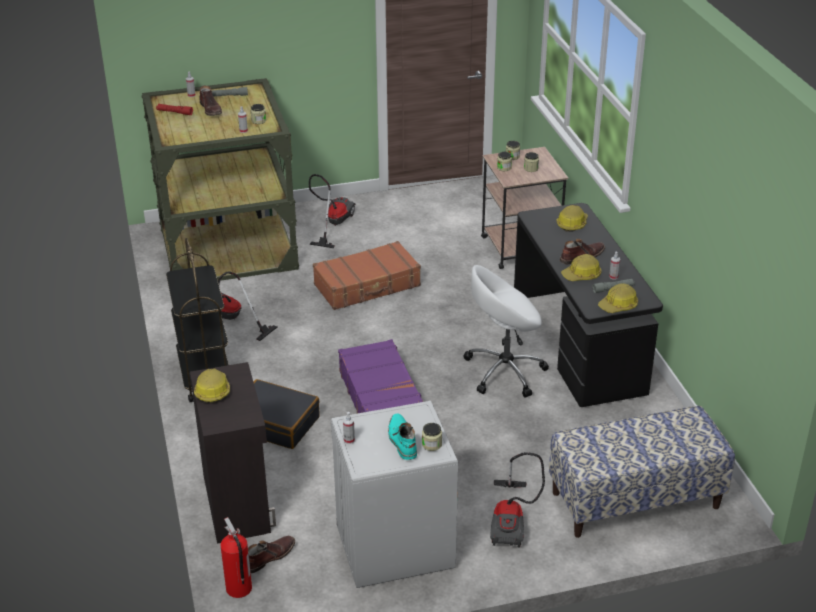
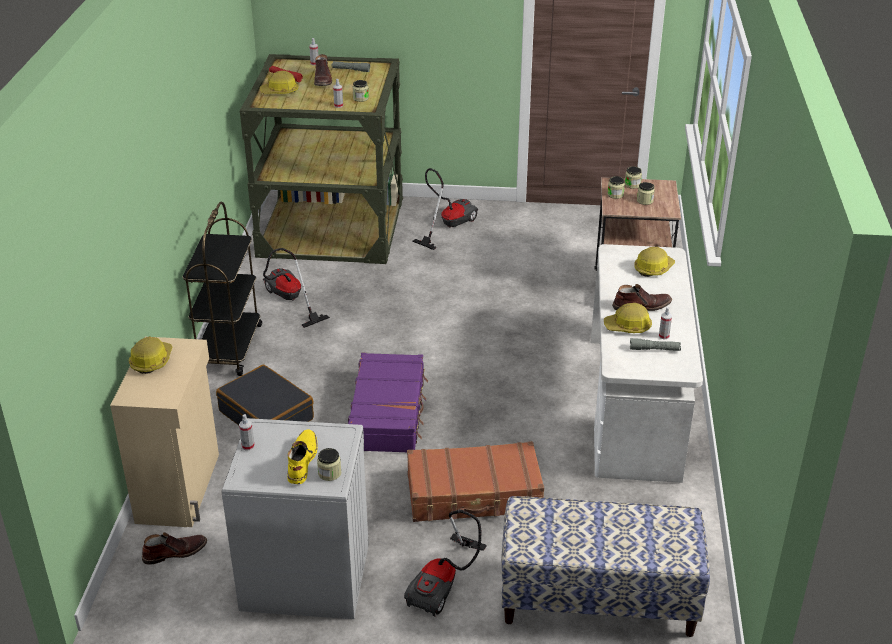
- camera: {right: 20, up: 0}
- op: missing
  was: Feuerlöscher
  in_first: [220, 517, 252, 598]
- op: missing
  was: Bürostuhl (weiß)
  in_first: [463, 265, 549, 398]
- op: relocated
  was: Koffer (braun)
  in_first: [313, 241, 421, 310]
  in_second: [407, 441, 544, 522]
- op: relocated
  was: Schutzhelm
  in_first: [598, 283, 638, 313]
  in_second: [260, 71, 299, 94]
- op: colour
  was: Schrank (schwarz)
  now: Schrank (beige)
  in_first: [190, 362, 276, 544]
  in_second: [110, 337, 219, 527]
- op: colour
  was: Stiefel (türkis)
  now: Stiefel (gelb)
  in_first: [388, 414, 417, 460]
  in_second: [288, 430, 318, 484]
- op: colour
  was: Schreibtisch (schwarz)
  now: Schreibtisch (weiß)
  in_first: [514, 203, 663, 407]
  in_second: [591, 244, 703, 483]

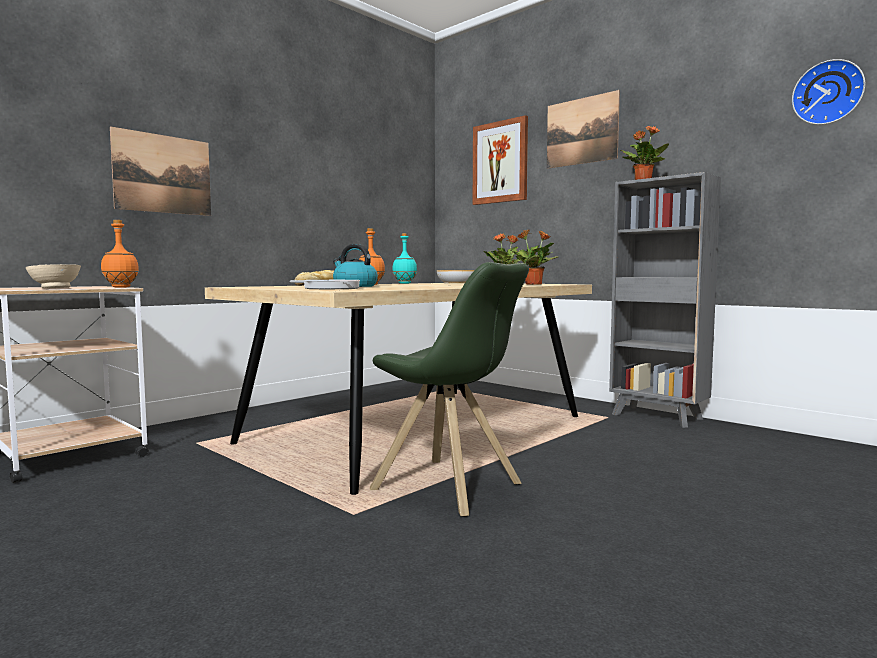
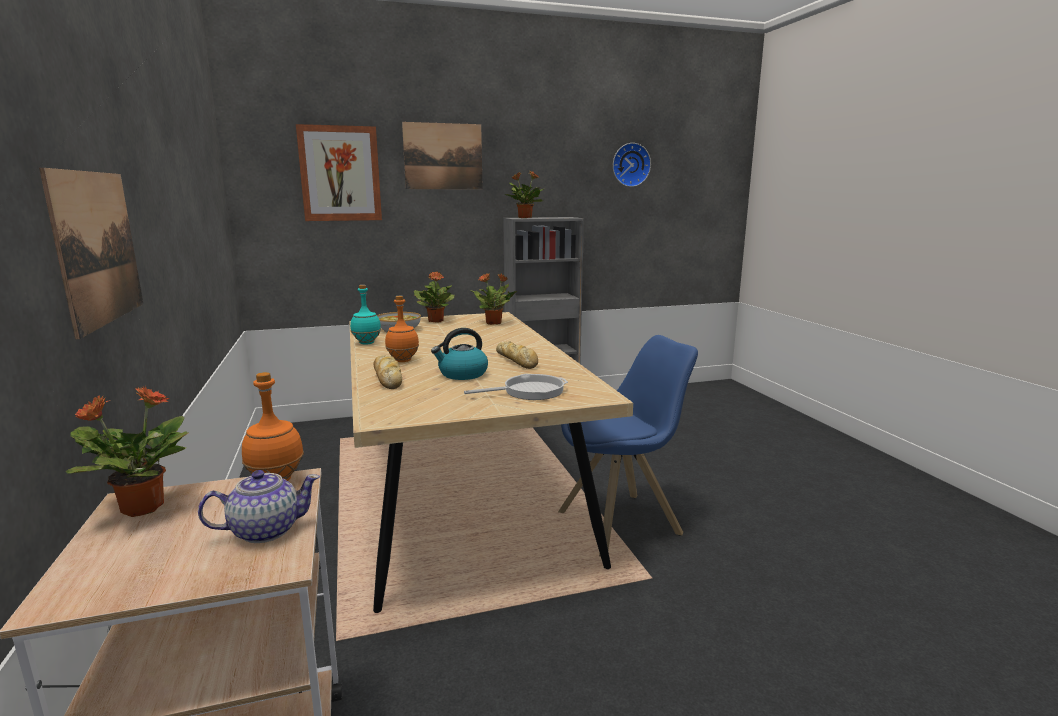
- camera: {right: -60, up: 10}
- op: appeared
  now: Topfpflanze
  in_second: [65, 386, 188, 517]
- op: appeared
  now: Brot
  in_second: [496, 341, 538, 369]
- op: exchanged
  was: Schüssel (beige)
  now: Teekanne
  in_first: [26, 264, 81, 288]
  in_second: [198, 470, 320, 543]
- op: colour
  was: Stuhl (grün)
  now: Stuhl (blau)
  in_first: [370, 262, 529, 517]
  in_second: [558, 335, 698, 557]

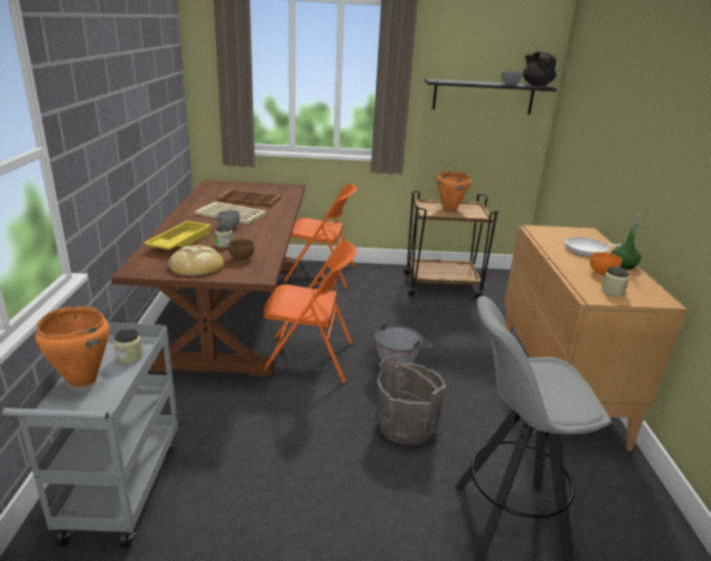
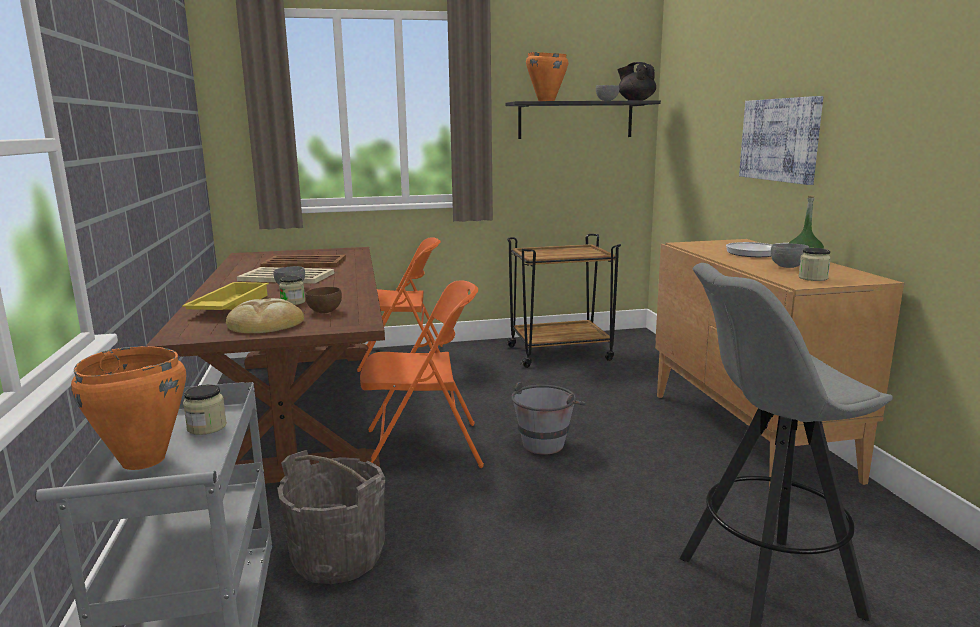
- camera: {right: -10, up: -10}
- op: appeared
  now: Bild
  in_second: [739, 96, 823, 185]
- op: relocated
  was: Eimer (grau)
  in_first: [377, 356, 446, 445]
  in_second: [277, 450, 385, 584]
- op: relocated
  was: Kochtopf (orange)
  in_first: [436, 172, 471, 211]
  in_second: [526, 52, 568, 101]
- op: colour
  was: Schüssel (orange)
  now: Schüssel (grau)
  in_first: [590, 252, 622, 275]
  in_second: [771, 243, 809, 268]

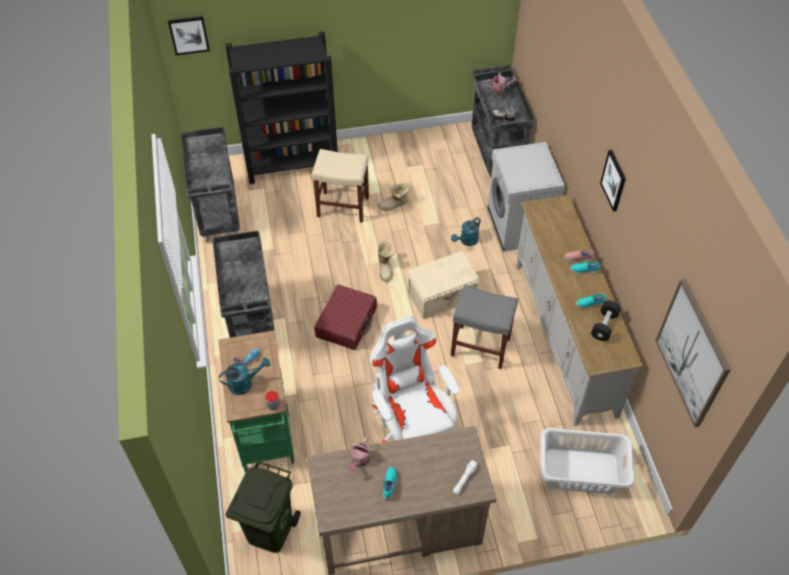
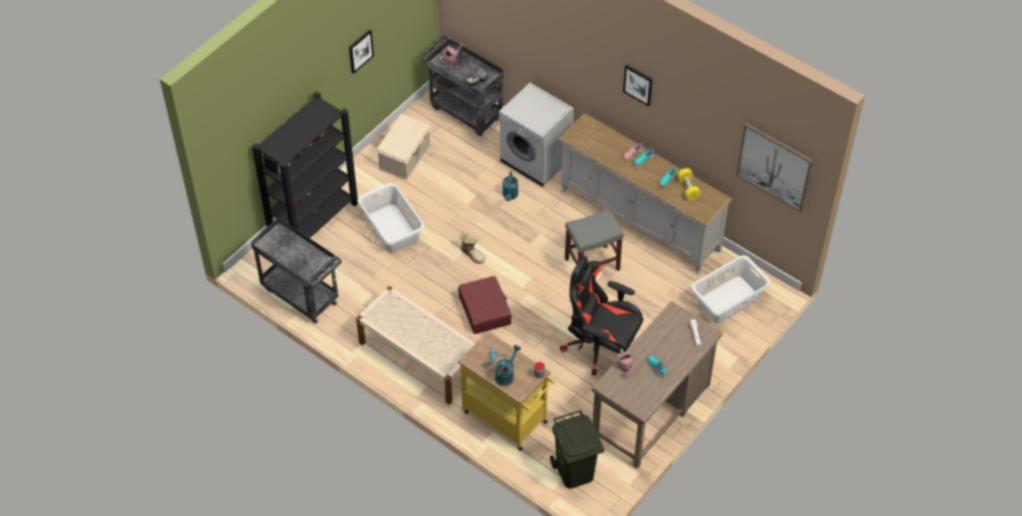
- camera: {right: -40, up: 0}
- op: missing
  was: Stiefel
  in_first: [378, 183, 410, 211]
- op: relocated
  was: Bild
  in_first: [168, 16, 210, 55]
  in_second: [349, 30, 374, 74]
- op: relocated
  was: Aufbewahrungsbox (beige)
  in_first: [407, 251, 481, 319]
  in_second: [376, 114, 432, 180]
- op: exchanged
  was: Rollwagen (schwarz)
  now: Bank (beige)
  in_first: [213, 231, 276, 338]
  in_second: [356, 286, 475, 405]
- op: exchanged
  was: Hocker (beige)
  now: Wäschekorb (weiß)
  in_first: [312, 149, 369, 223]
  in_second: [357, 183, 425, 253]
- op: colour
  was: Rollwagen (grün)
  now: Rollwagen (gelb)
  in_first: [218, 331, 294, 472]
  in_second: [458, 331, 555, 451]
- op: colour
  was: Bürostuhl (weiß)
  now: Bürostuhl (schwarz)
  in_first: [370, 316, 459, 443]
  in_second: [560, 256, 643, 376]
- op: colour
  was: Hantel (schwarz)
  now: Hantel (gelb)
  in_first: [591, 301, 621, 341]
  in_second: [677, 168, 701, 200]

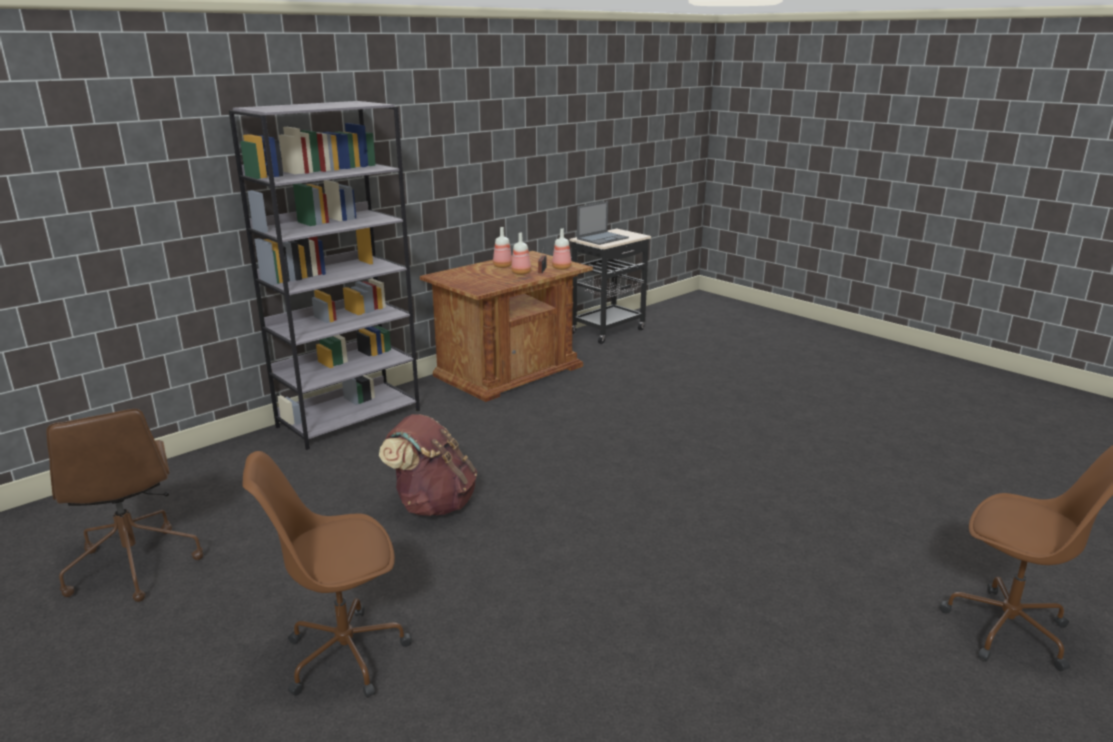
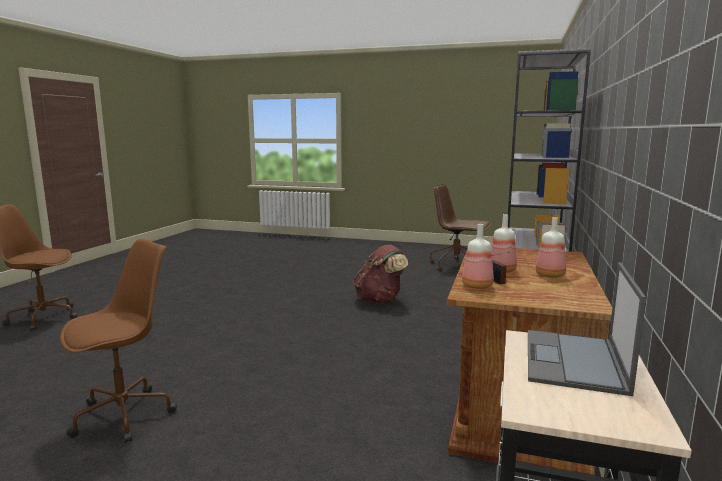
- camera: {right: 150, up: -10}
- op: relocated
  was: Bürostuhl (braun)
  in_first: [242, 451, 412, 698]
  in_second: [60, 239, 177, 443]

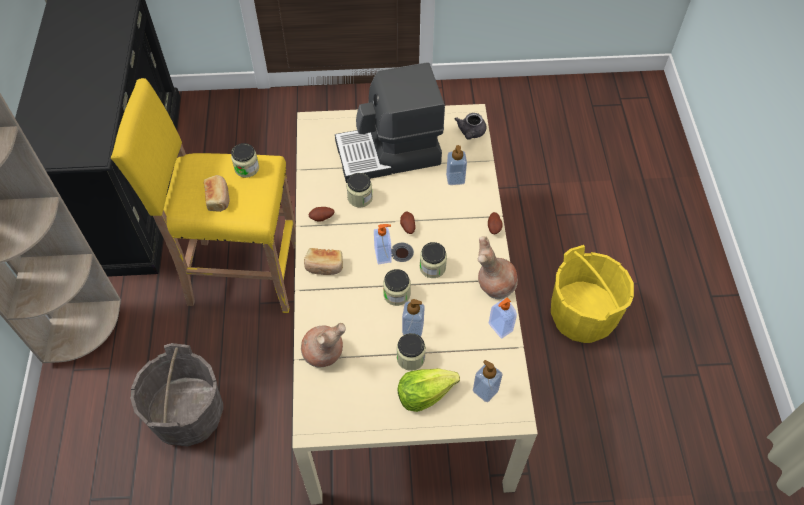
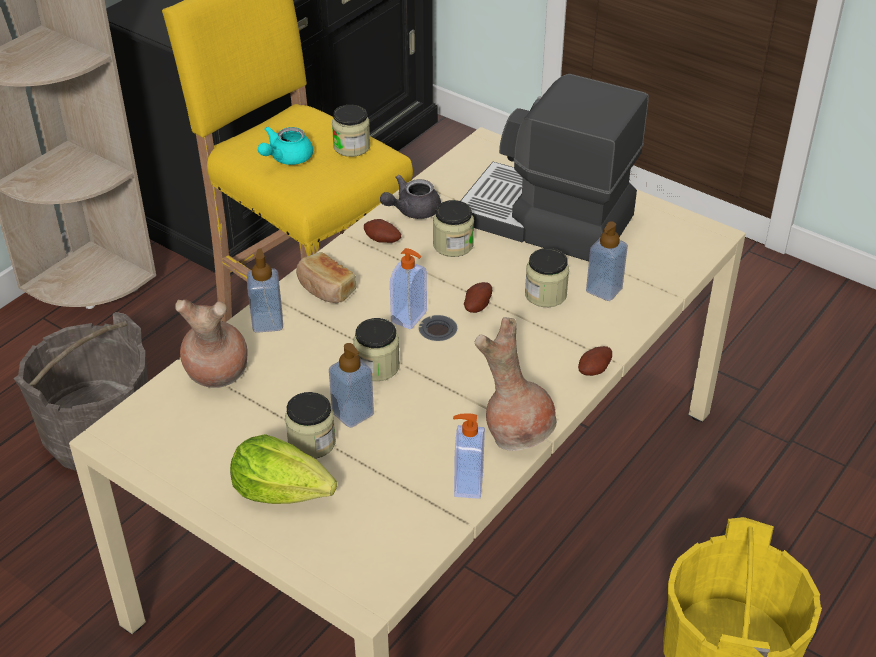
- camera: {right: 40, up: -15}
- op: relocated
  was: Vorratsglas
  in_first: [420, 242, 447, 278]
  in_second: [525, 248, 569, 307]
- op: relocated
  was: Teekanne (grau)
  in_first: [454, 113, 487, 140]
  in_second: [380, 175, 441, 219]
- op: relocated
  was: Seifenspender
  in_first: [473, 360, 503, 402]
  in_second: [247, 248, 283, 333]
- op: exchanged
  was: Brot
  now: Teekanne (türkis)
  in_first: [204, 175, 230, 212]
  in_second: [258, 126, 313, 165]

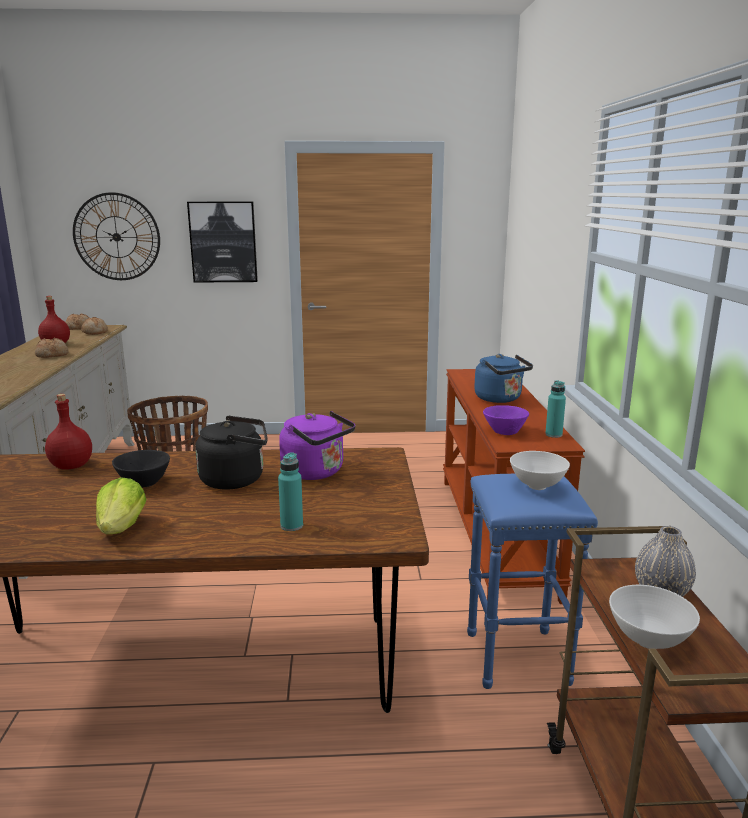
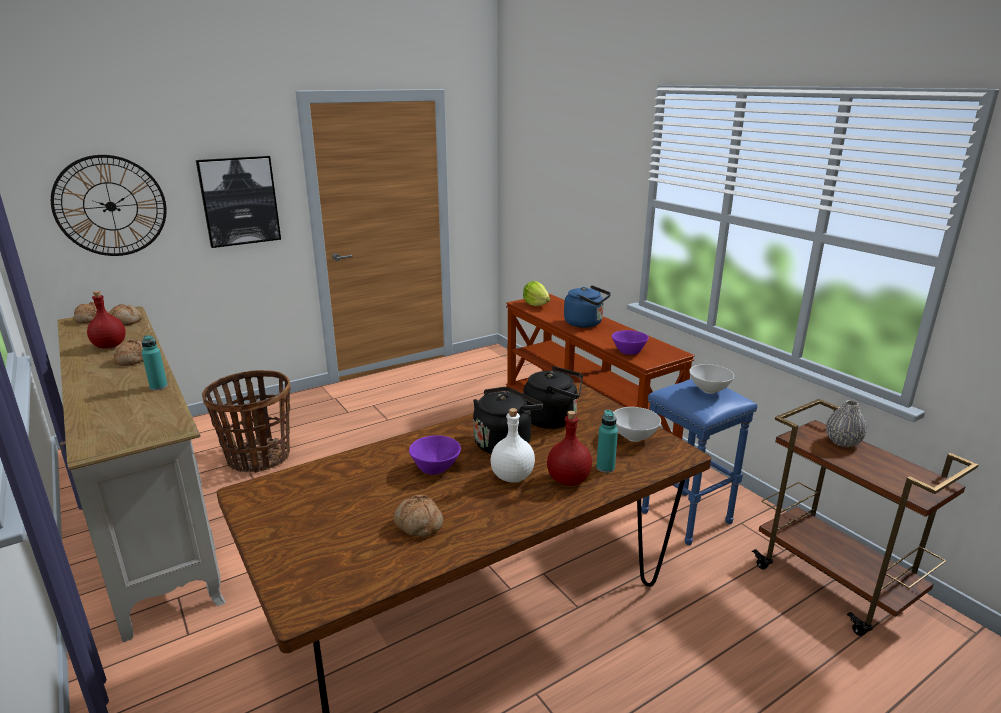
- camera: {right: -30, up: 5}
- op: appeared
  now: Brot
  in_second: [393, 495, 443, 537]
- op: appeared
  now: Flasche (weiß)
  in_second: [491, 408, 535, 483]
- op: relocated
  was: Flasche (rot)
  in_first: [45, 394, 92, 470]
  in_second: [547, 411, 592, 486]
- op: relocated
  was: Salatkopf
  in_first: [96, 477, 146, 534]
  in_second: [523, 281, 550, 306]
- op: relocated
  was: Flasche (türkis)
  in_first: [545, 380, 566, 438]
  in_second: [142, 335, 168, 390]
- op: relocated
  was: Schüssel (weiß)
  in_first: [609, 585, 700, 649]
  in_second: [613, 407, 661, 442]
- op: colour
  was: Schüssel (schwarz)
  now: Schüssel (lila)
  in_first: [112, 450, 170, 488]
  in_second: [409, 435, 461, 475]
- op: colour
  was: Wasserkessel (lila)
  now: Wasserkessel (schwarz)
  in_first: [279, 411, 355, 480]
  in_second: [523, 366, 583, 429]

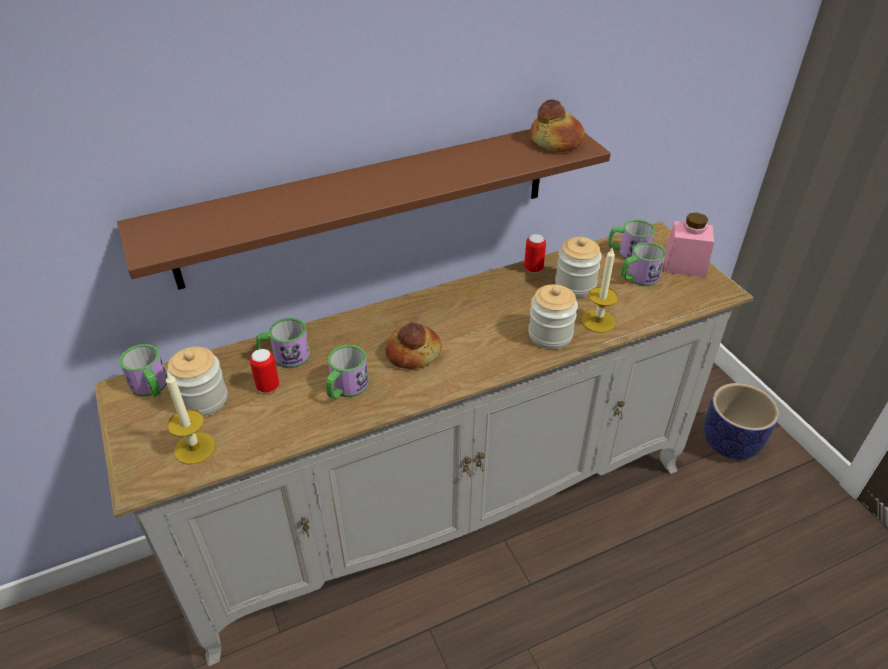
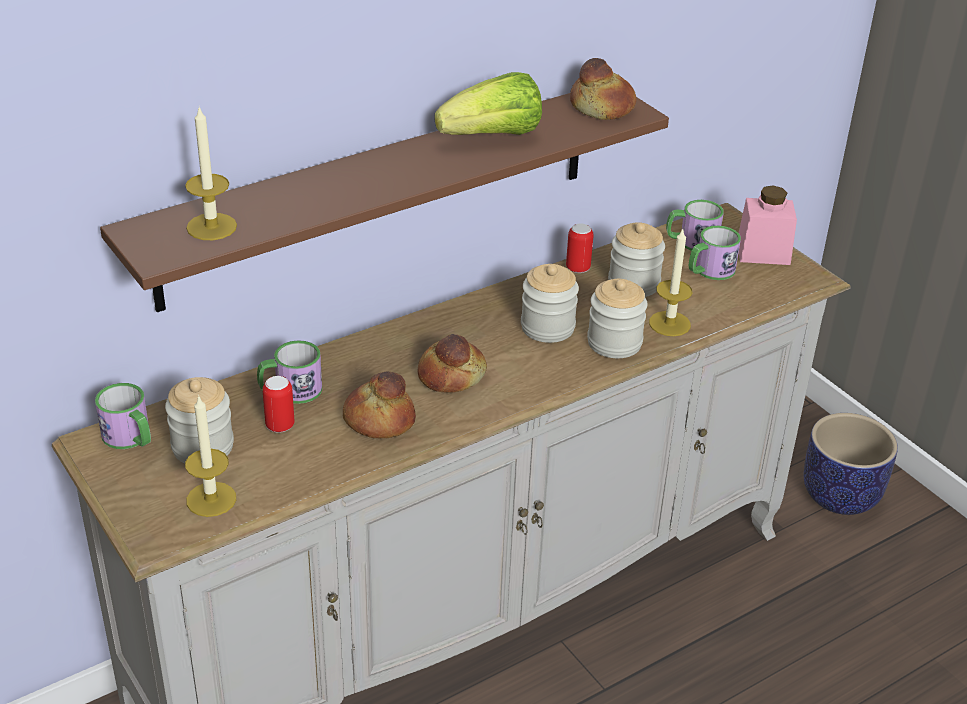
- camera: {right: -10, up: -5}
- op: appeared
  now: Kerze
  in_second: [185, 107, 237, 240]
- op: appeared
  now: Salatkopf
  in_second: [435, 72, 542, 135]
- op: appeared
  now: Vorratsglas
  in_second: [521, 264, 579, 343]
- op: exchanged
  was: Henkelbecher
  now: Brot
  in_first: [326, 345, 369, 399]
  in_second: [343, 372, 416, 439]

